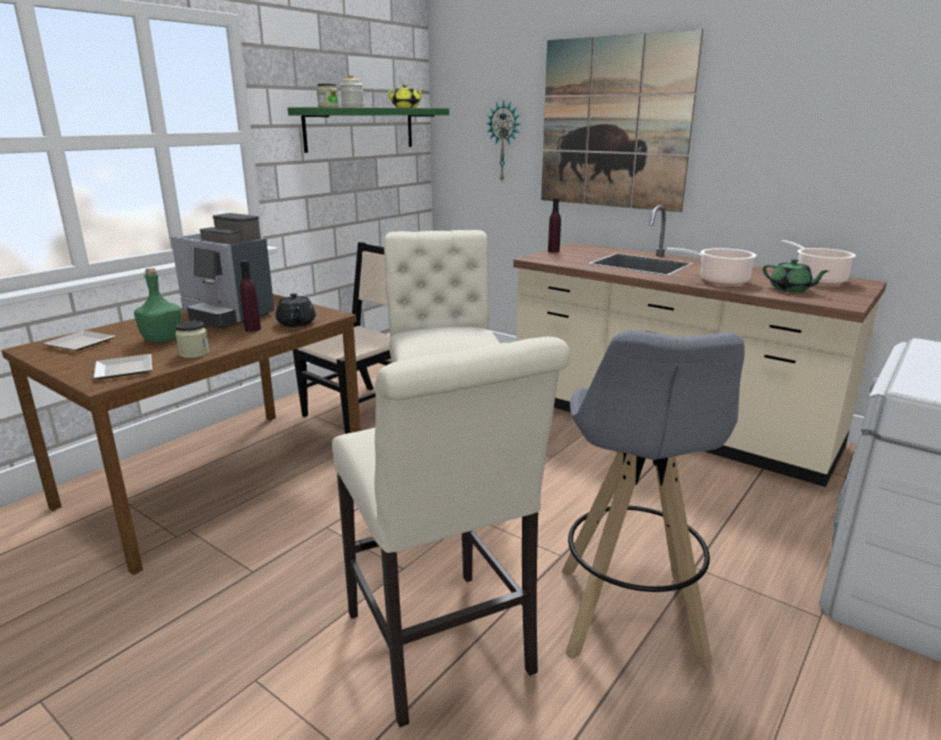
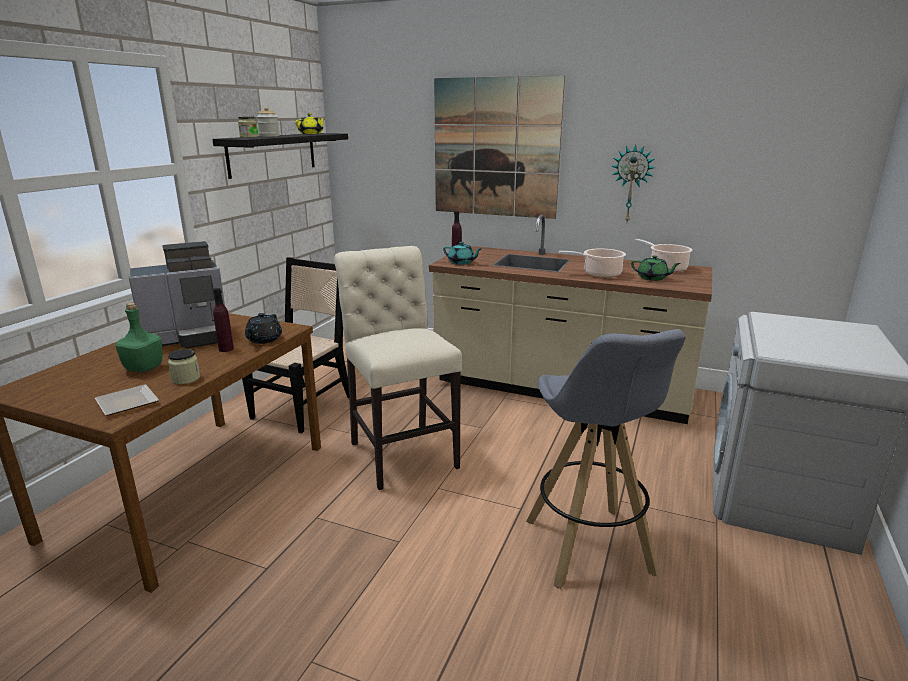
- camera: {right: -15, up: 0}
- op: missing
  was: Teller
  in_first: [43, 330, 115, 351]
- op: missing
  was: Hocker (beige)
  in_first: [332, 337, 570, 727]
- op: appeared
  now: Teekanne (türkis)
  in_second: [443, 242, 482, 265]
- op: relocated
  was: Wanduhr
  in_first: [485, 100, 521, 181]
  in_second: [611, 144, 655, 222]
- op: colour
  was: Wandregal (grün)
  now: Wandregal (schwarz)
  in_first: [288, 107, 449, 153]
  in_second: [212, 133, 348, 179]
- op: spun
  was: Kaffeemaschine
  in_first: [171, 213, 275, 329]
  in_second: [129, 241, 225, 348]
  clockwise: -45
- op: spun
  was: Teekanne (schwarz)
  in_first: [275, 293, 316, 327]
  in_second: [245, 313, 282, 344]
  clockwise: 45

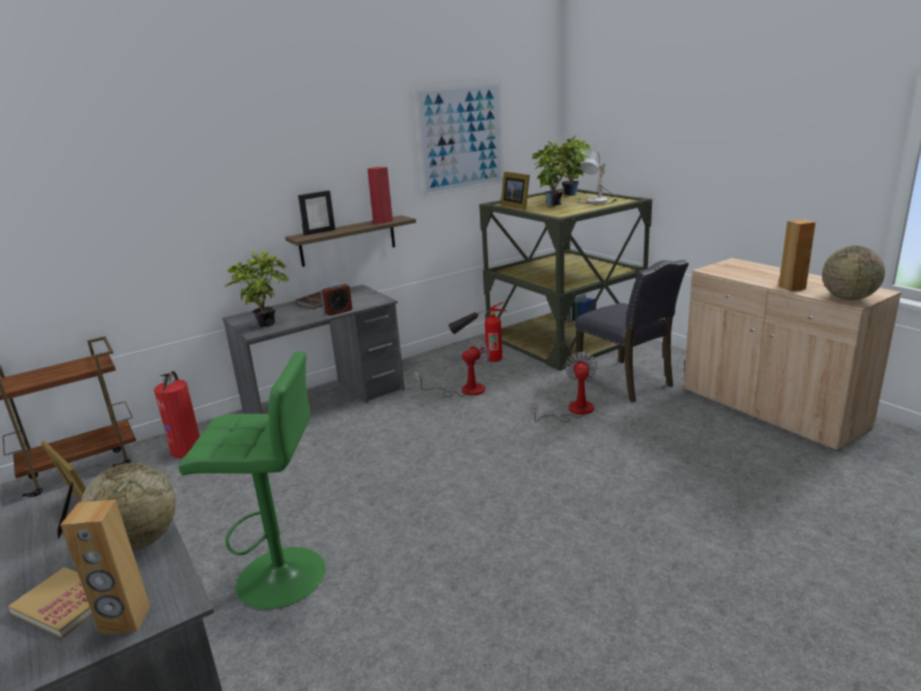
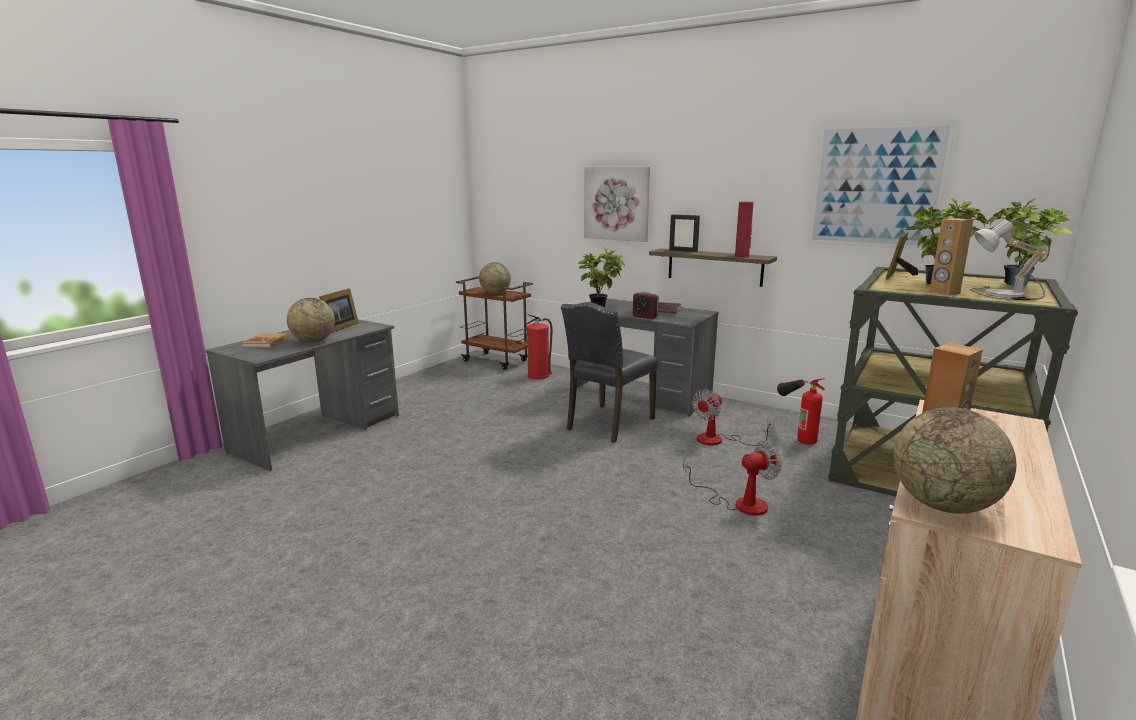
- camera: {right: 65, up: -5}
- op: missing
  was: Hocker (grün)
  in_first: [178, 351, 325, 609]
- op: appeared
  now: Globus
  in_second: [479, 262, 511, 294]
- op: appeared
  now: Bild
  in_second: [584, 167, 650, 242]
- op: relocated
  was: Lautsprecher (braun)
  in_first: [60, 499, 150, 635]
  in_second: [929, 218, 973, 295]
- op: relocated
  was: Stuhl (grau)
  in_first: [575, 260, 689, 402]
  in_second: [561, 302, 658, 443]
- op: spun
  was: Ventilator
  in_first: [415, 338, 490, 397]
  in_second: [692, 389, 774, 446]
  clockwise: 120

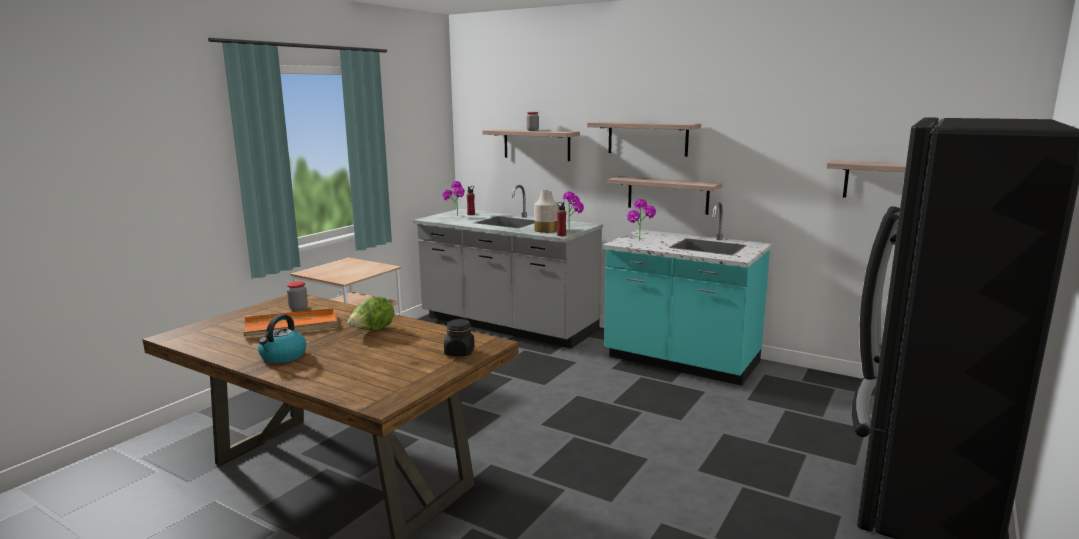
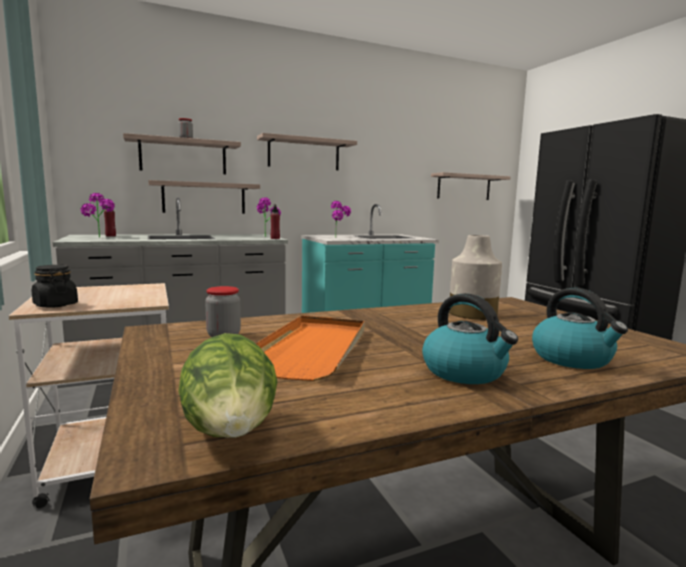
- camera: {right: -55, up: -5}
- op: appeared
  now: Wasserkessel
  in_second: [532, 288, 628, 369]
- op: relocated
  was: Salatkopf
  in_first: [347, 297, 394, 330]
  in_second: [178, 333, 278, 438]
- op: relocated
  was: Vorratsglas (schwarz)
  in_first: [444, 319, 475, 356]
  in_second: [32, 265, 78, 308]
- op: relocated
  was: Vase (beige)
  in_first: [534, 190, 558, 233]
  in_second: [449, 235, 502, 320]
- op: relocated
  was: Wandregal
  in_first: [608, 176, 722, 215]
  in_second: [148, 180, 260, 214]

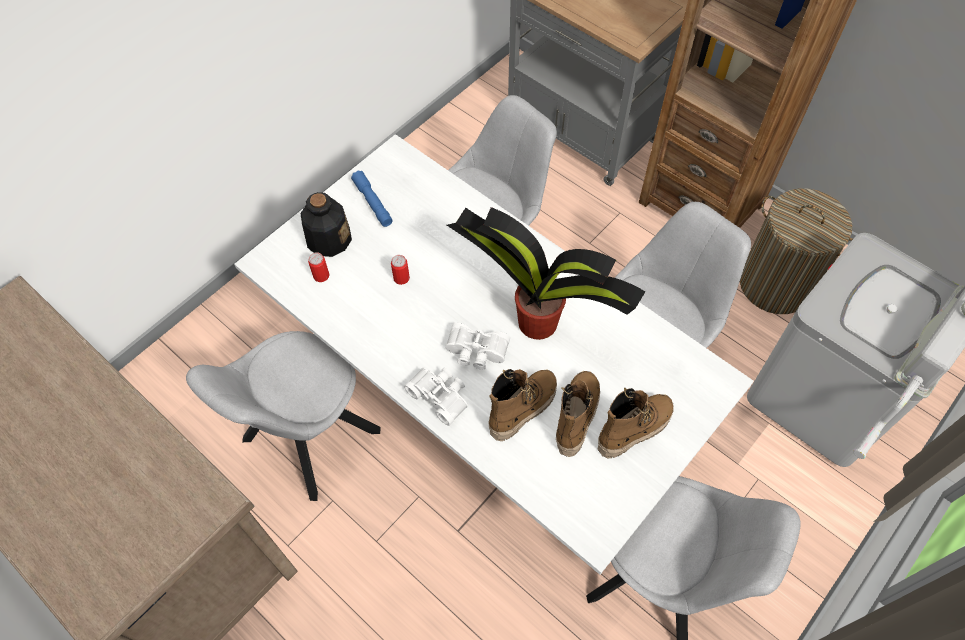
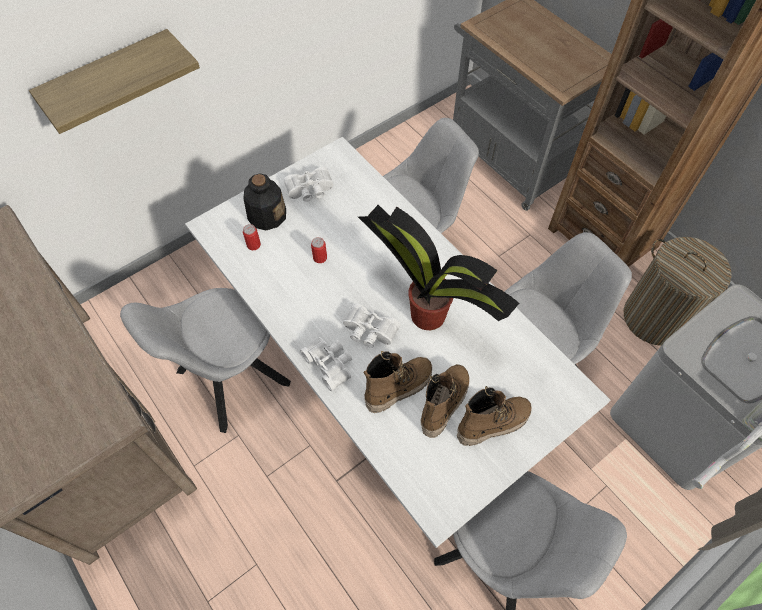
- camera: {right: 10, up: 0}
- op: appeared
  now: Wandregal
  in_second: [29, 29, 200, 134]
- op: exchanged
  was: Taschenlampe (blau)
  now: Fernglas (weiß)
  in_first: [351, 170, 393, 227]
  in_second: [284, 167, 334, 202]

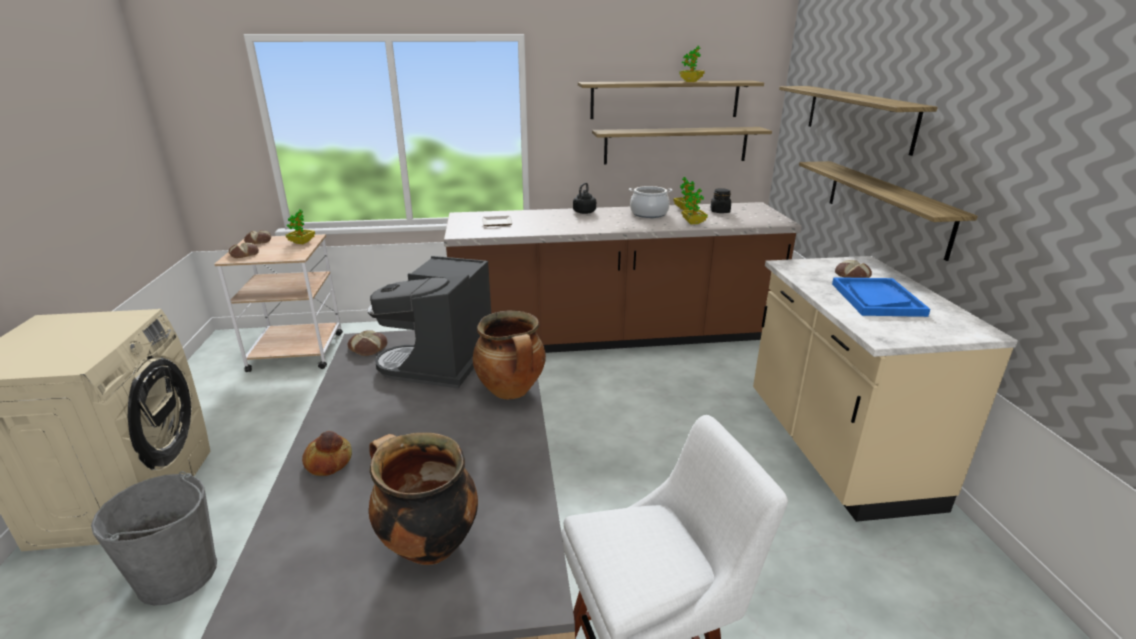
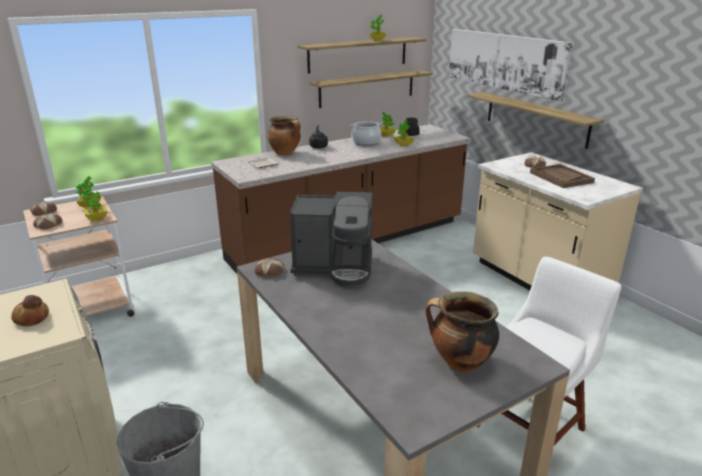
- camera: {right: -25, up: 0}
- op: appeared
  now: Topfpflanze
  in_second: [83, 187, 107, 221]
- op: relocated
  was: Brot
  in_first: [302, 431, 352, 476]
  in_second: [11, 295, 49, 326]
- op: relocated
  was: Kochtopf
  in_first: [473, 310, 546, 399]
  in_second: [267, 116, 301, 155]
- op: exchanged
  was: Wandregal
  now: Bild
  in_first: [779, 86, 938, 156]
  in_second: [449, 29, 573, 102]
- op: colour
  was: Tablett (blau)
  now: Tablett (braun)
  in_first: [832, 277, 930, 317]
  in_second: [530, 164, 595, 188]
- op: spun
  was: Kaffeemaschine
  in_first: [368, 256, 491, 389]
  in_second: [290, 192, 372, 288]
  clockwise: -75

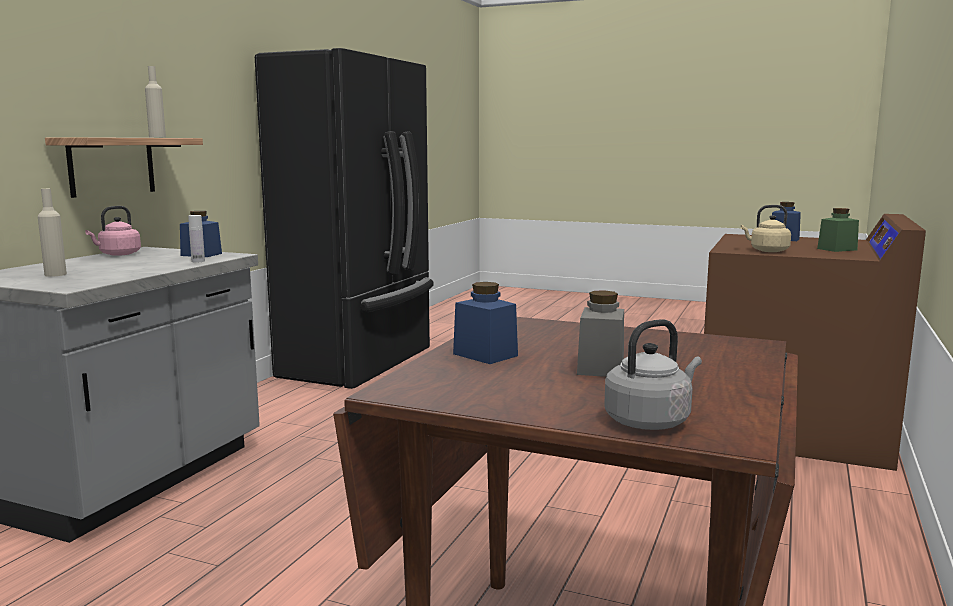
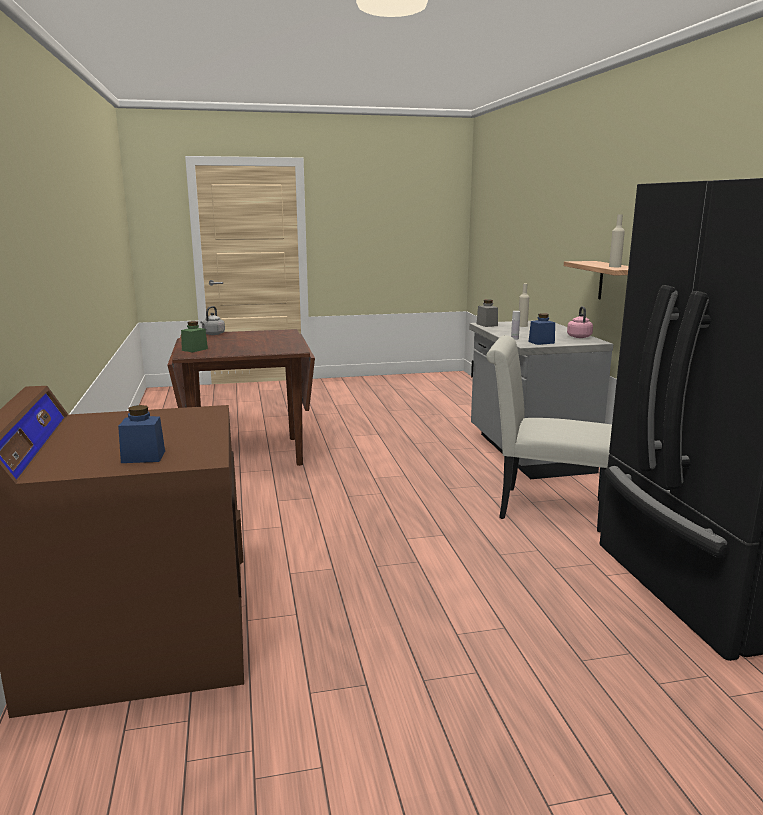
- camera: {right: 145, up: 5}
- op: missing
  was: Vorratsglas (blau)
  in_first: [453, 282, 518, 364]
- op: missing
  was: Wasserkessel (beige)
  in_first: [741, 205, 791, 252]
- op: appeared
  now: Stuhl (weiß)
  in_second: [486, 335, 612, 532]
- op: relocated
  was: Vorratsglas (grau)
  in_first: [577, 290, 624, 377]
  in_second: [477, 299, 498, 327]
- op: relocated
  was: Vorratsglas (grün)
  in_first: [817, 208, 859, 252]
  in_second: [181, 321, 208, 353]

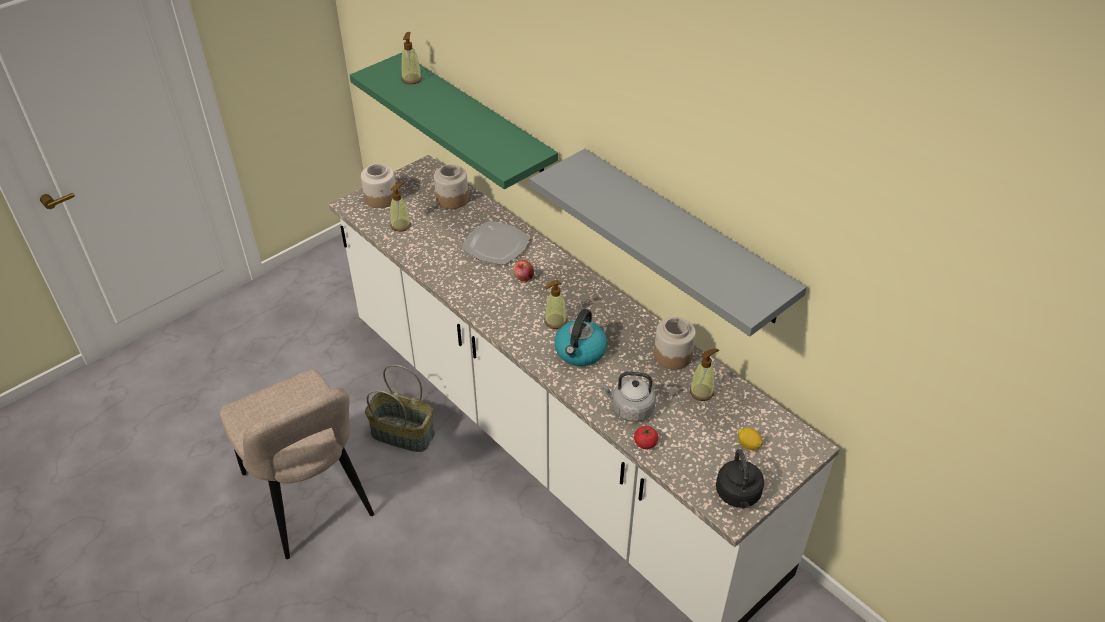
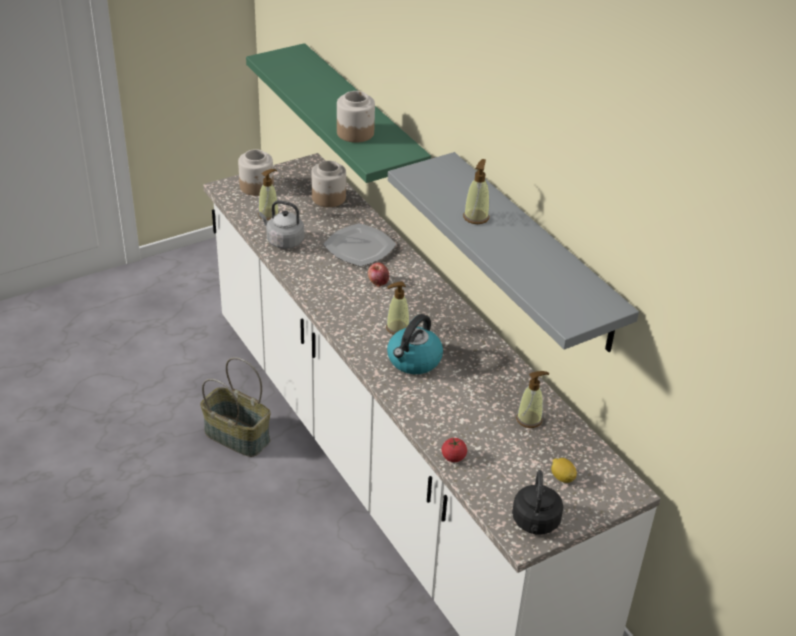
- camera: {right: 10, up: -5}
- op: missing
  was: Stuhl (beige)
  in_first: [220, 369, 374, 559]
- op: relocated
  was: Seifenspender
  in_first: [401, 32, 422, 84]
  in_second: [463, 159, 490, 224]
- op: relocated
  was: Wasserkessel (grau)
  in_first: [601, 371, 656, 422]
  in_second: [259, 200, 305, 249]
- op: relocated
  was: Vorratsglas
  in_first: [654, 317, 696, 370]
  in_second: [337, 91, 375, 143]

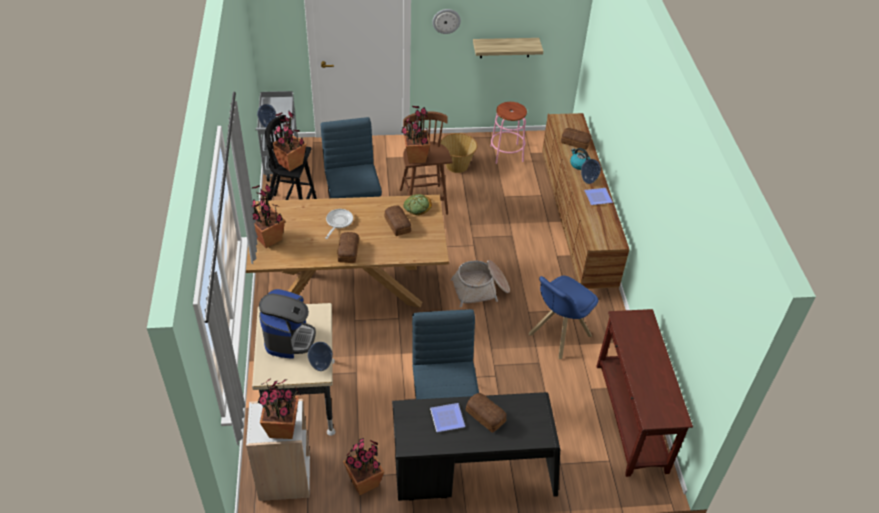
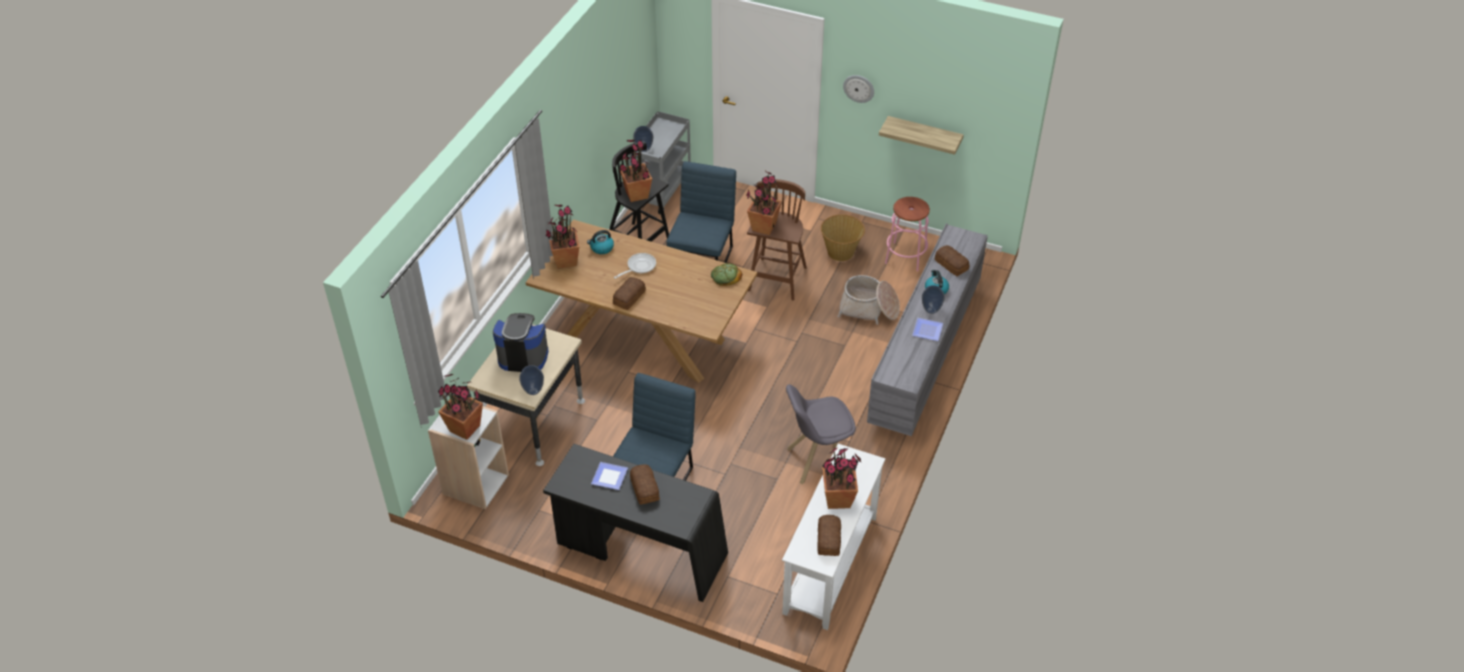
- camera: {right: 30, up: 0}
- op: appeared
  now: Wasserkessel
  in_second: [587, 230, 614, 254]
- op: relocated
  was: Topfpflanze
  in_first: [343, 438, 384, 495]
  in_second: [822, 448, 862, 509]
- op: relocated
  was: Brot
  in_first: [384, 206, 411, 236]
  in_second: [817, 515, 841, 556]
- op: relocated
  was: Korb
  in_first: [451, 260, 510, 308]
  in_second: [837, 275, 900, 325]
- op: colour
  was: Stuhl (blau)
  now: Stuhl (grau)
  in_first: [529, 276, 599, 359]
  in_second: [786, 384, 856, 484]
- op: colour
  was: Schrank (braun)
  now: Schrank (grau)
  in_first: [542, 113, 630, 289]
  in_second: [867, 223, 988, 436]
- op: colour
  was: Konsolentisch (braun)
  now: Konsolentisch (weiß)
  in_first: [596, 309, 693, 477]
  in_second: [782, 444, 885, 630]
- op: spun
  was: Kaffeemaschine
  in_first: [259, 289, 316, 359]
  in_second: [493, 313, 549, 372]
  clockwise: -120

